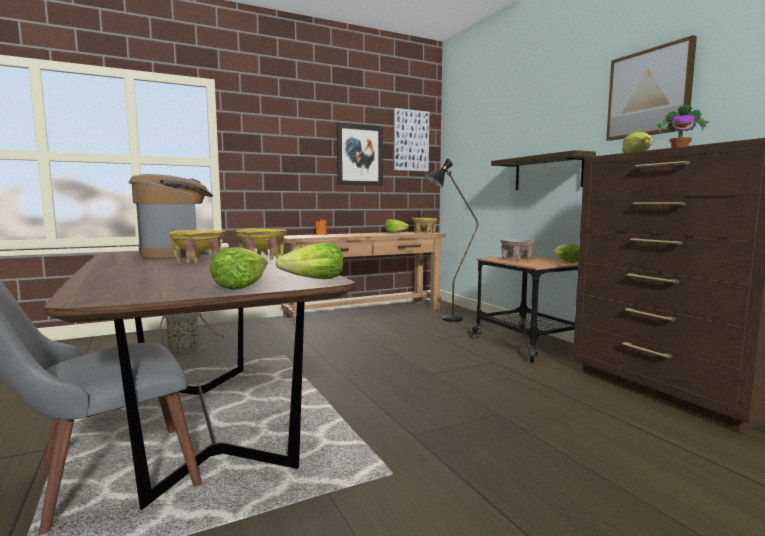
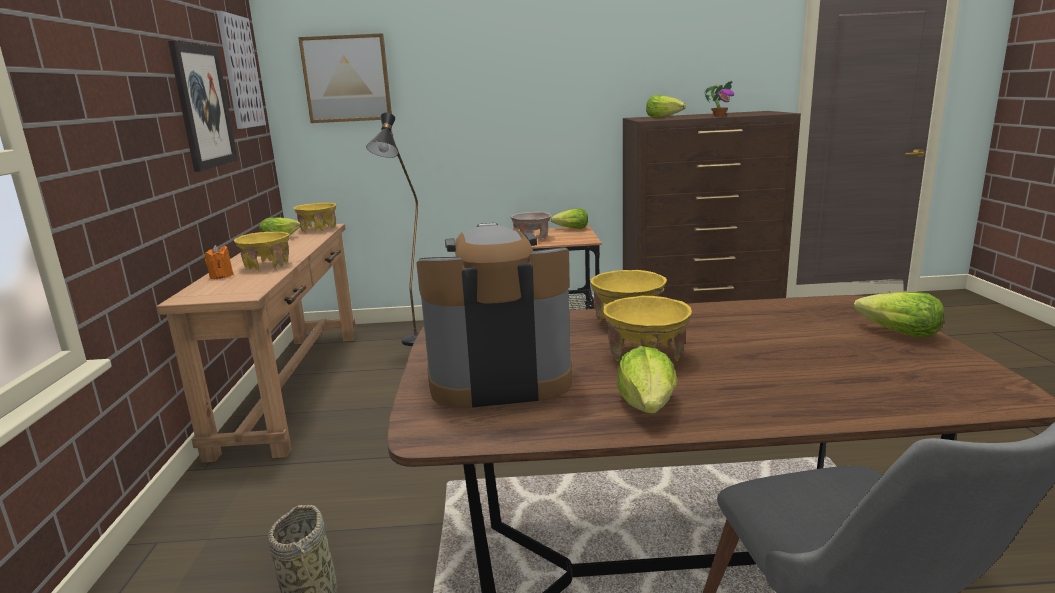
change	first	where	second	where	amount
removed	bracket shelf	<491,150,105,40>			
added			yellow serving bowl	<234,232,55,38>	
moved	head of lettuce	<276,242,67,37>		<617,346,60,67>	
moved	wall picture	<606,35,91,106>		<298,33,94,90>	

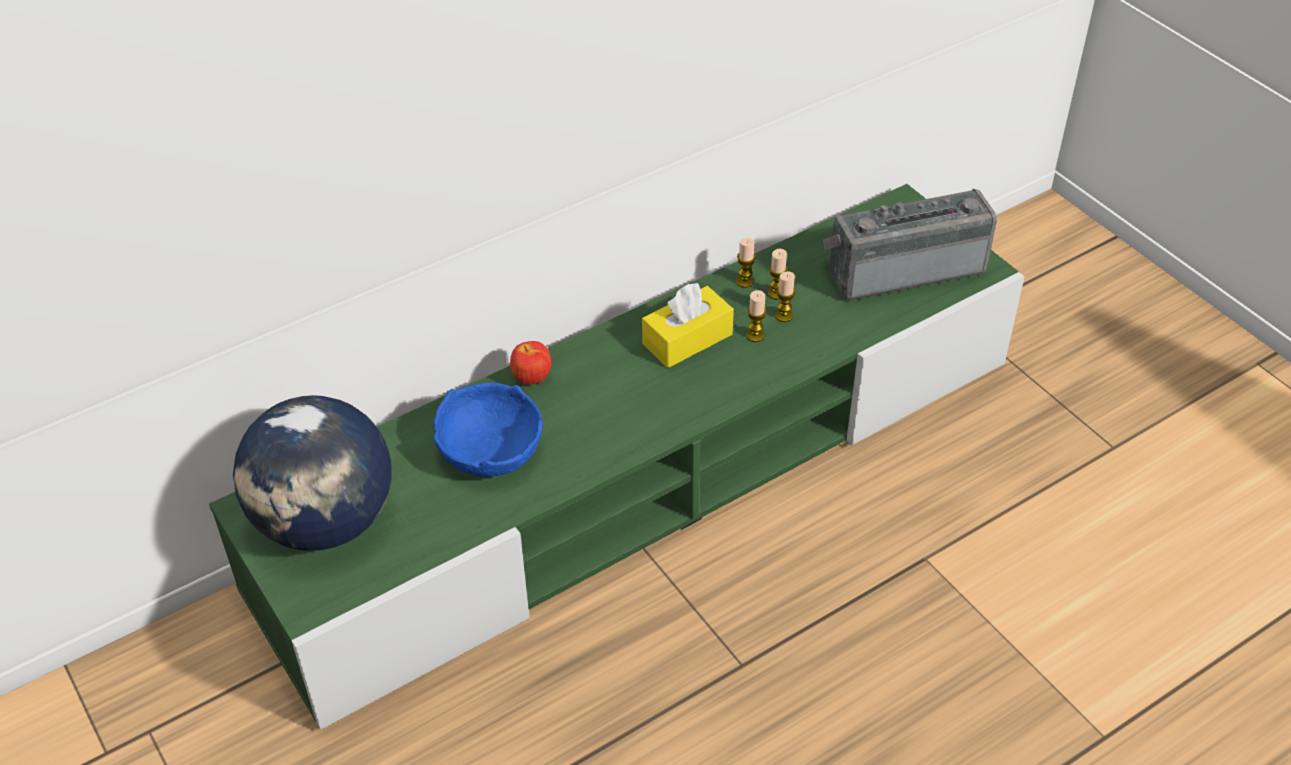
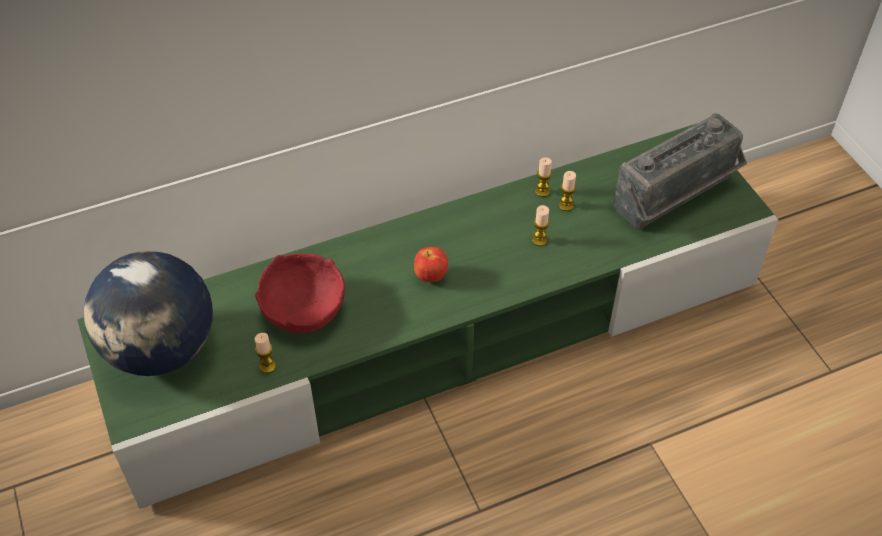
change	first	where	second	where	amount
removed	yellow box of tissues	<642,283,92,85>			
moved	apple fruit	<510,341,42,44>		<414,247,34,35>	
moved	candle	<775,271,20,51>		<255,333,21,40>	
recoloured	blue-coloured serving bowl	<433,382,110,95>	reddish serving bowl	<255,253,90,80>	
turned	radio set	<823,189,174,111>		<614,113,133,116>	150 degrees clockwise

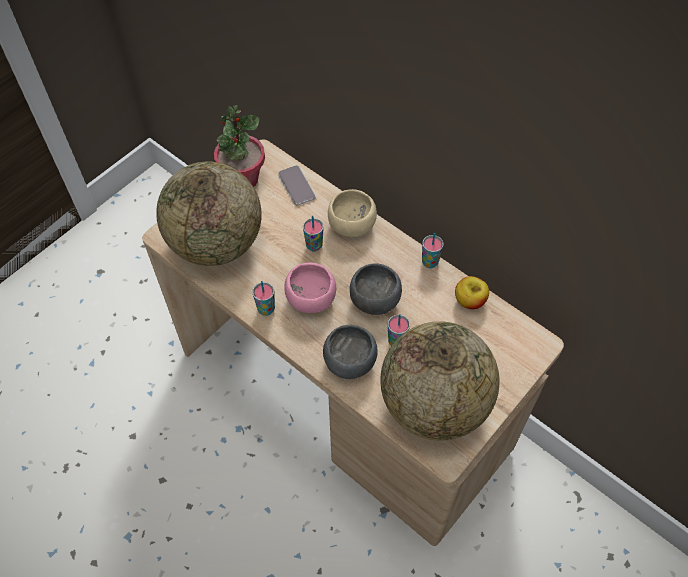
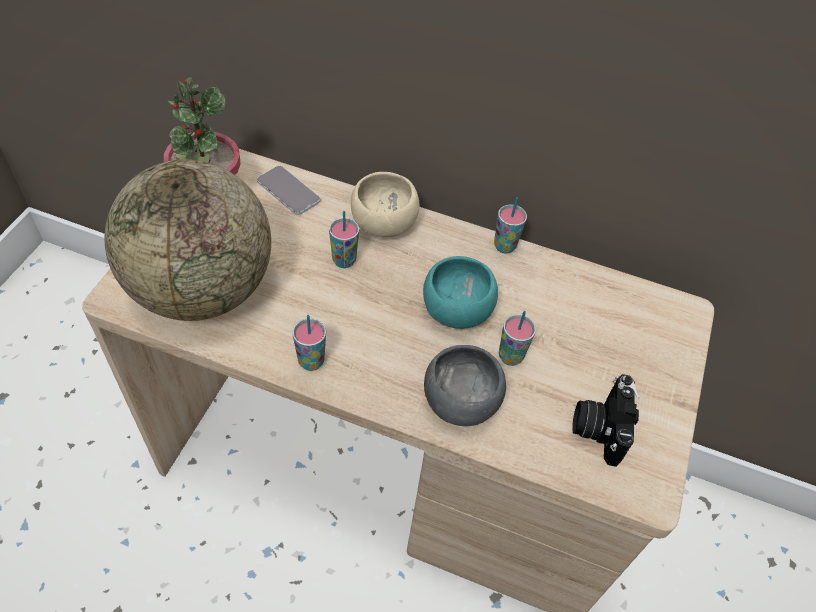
change	first	where	second	where	amount
removed	pink-coloured serving bowl	<284,263,52,50>			
removed	apple fruit	<455,276,34,33>			
replaced	globe	<380,321,119,119>	photo camera	<572,374,68,93>	
recoloured	gray serving bowl	<350,264,52,51>	turquoise-coloured serving bowl	<423,256,75,73>	

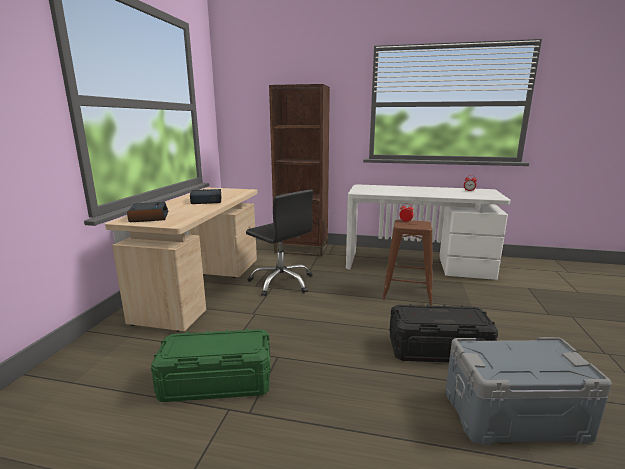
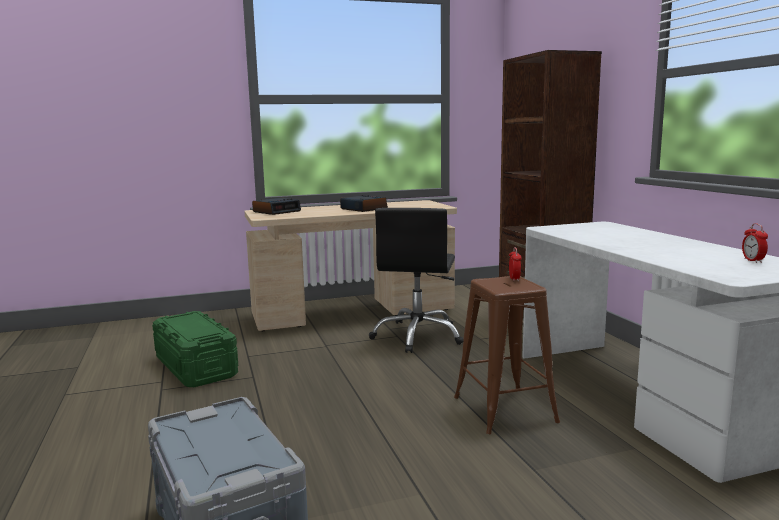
change	first	where	second	where	amount
removed	black-coloured storage container	<389,304,109,58>			

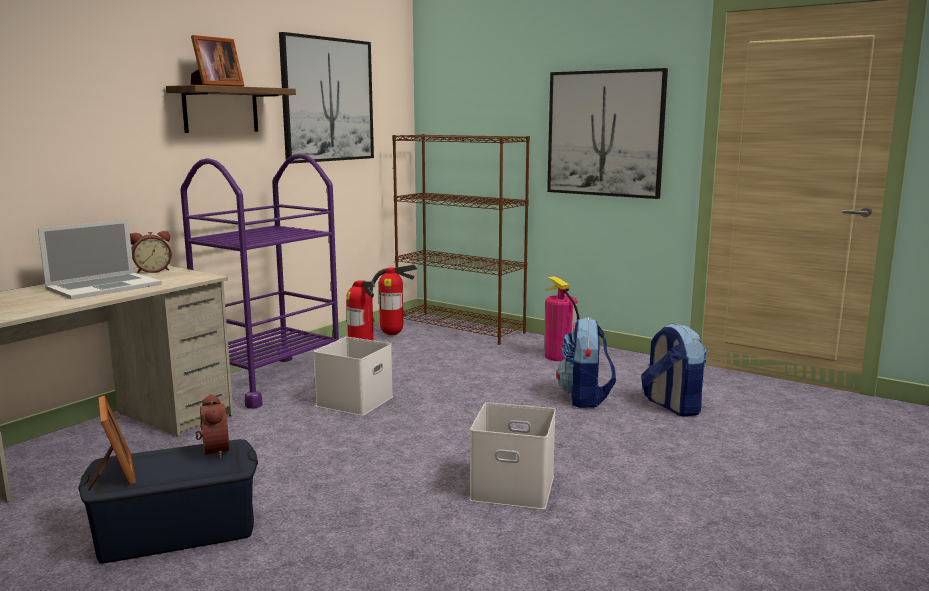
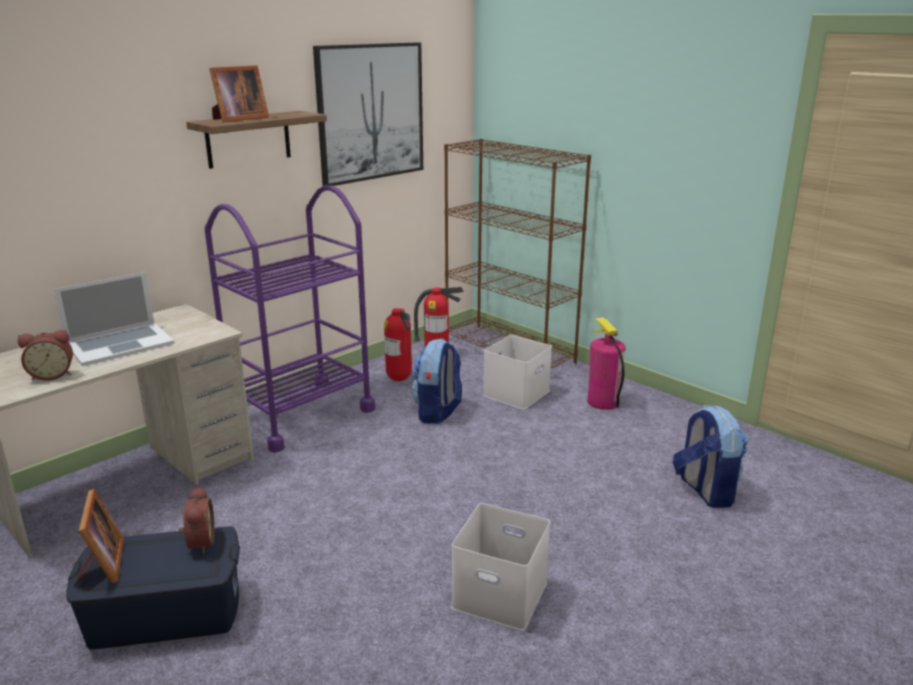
change	first	where	second	where	amount
removed	wall picture	<547,68,121,131>			
moved	alarm clock	<130,231,42,42>		<18,330,55,50>	
moved	white-coloured storage container	<314,337,79,79>		<483,335,69,75>	
moved	rucksack	<557,317,59,91>		<411,339,51,84>	

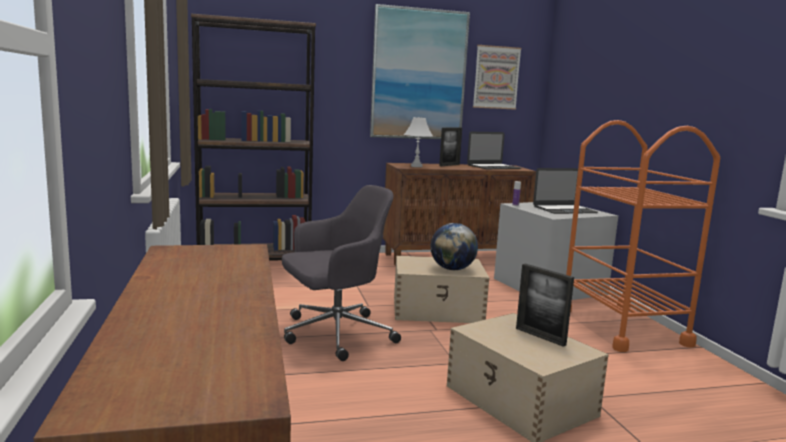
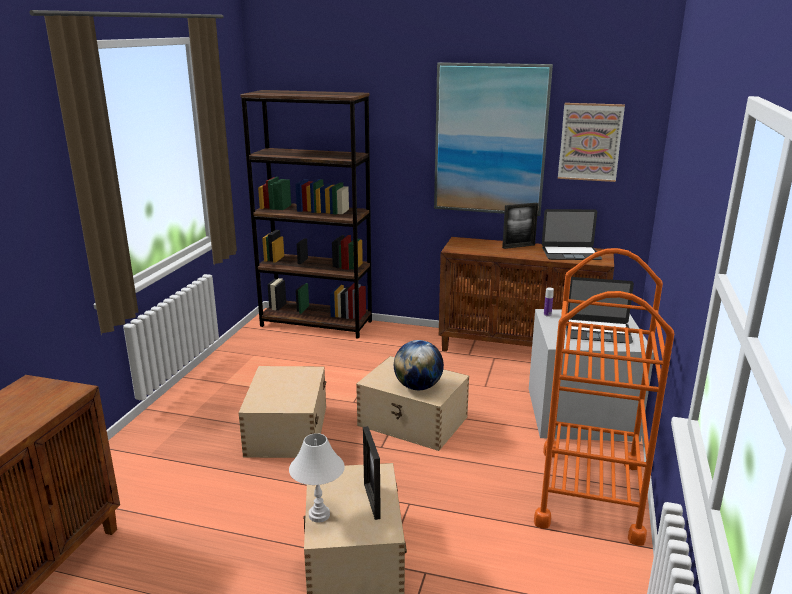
change	first	where	second	where	amount
moved	white-coloured table lamp	<404,117,29,50>		<289,433,56,90>	
replaced	gray office chair	<282,185,119,176>	beige-coloured storage container	<239,366,87,92>	

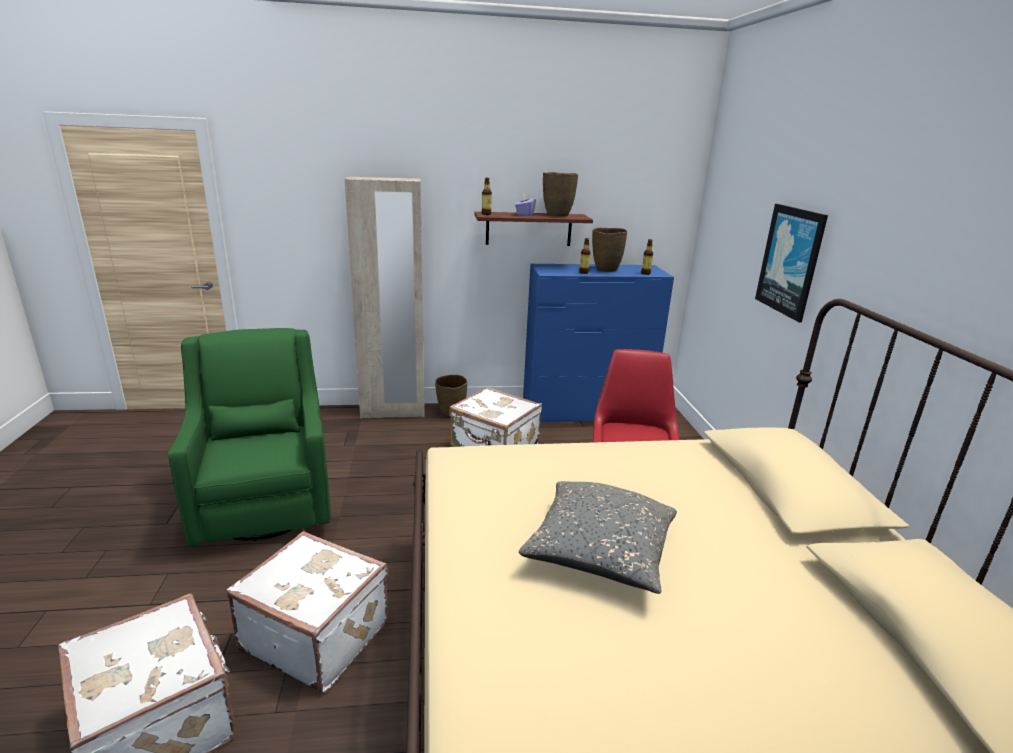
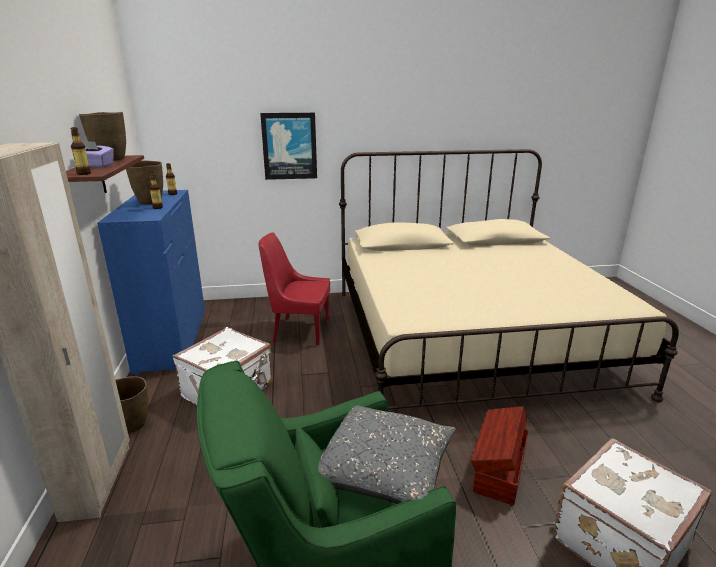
change	first	where	second	where	amount
moved	gray throw pillow	<519,481,158,113>		<318,406,138,98>	
replaced	white-coloured piece of luggage	<227,531,161,161>	brownish storage container	<471,406,58,99>	

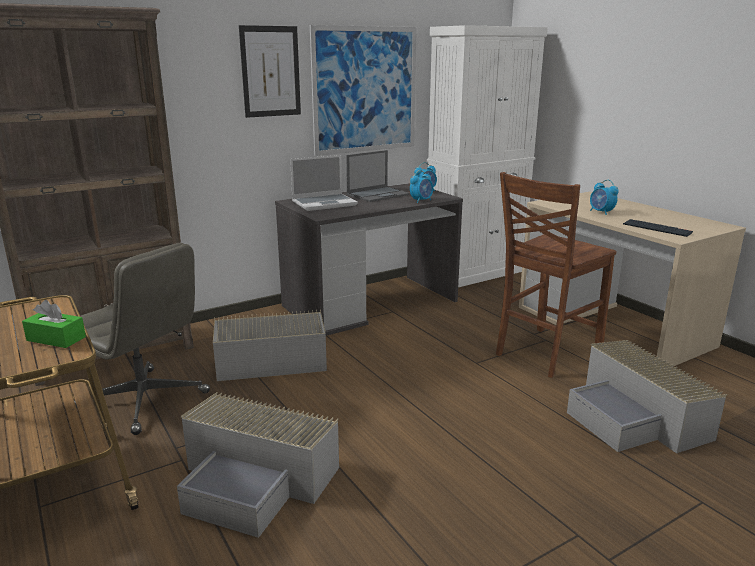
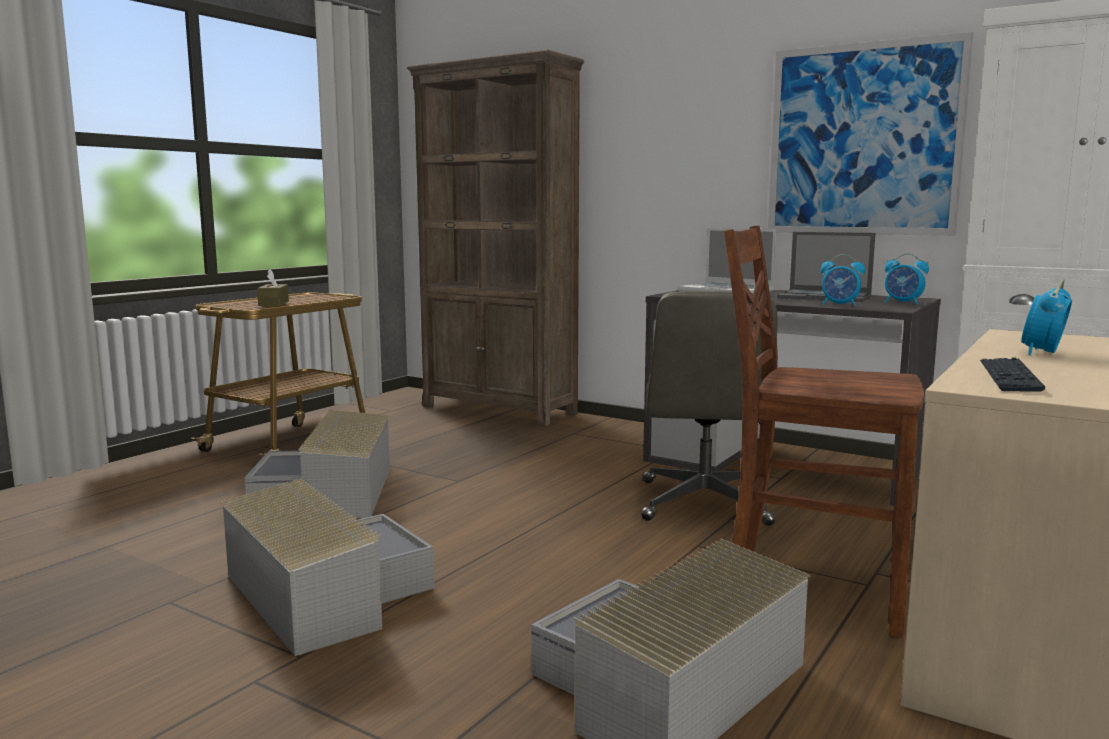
change	first	where	second	where	amount
removed	wall picture	<239,25,62,93>			
moved	gray office chair	<74,243,136,192>		<641,291,137,235>	
moved	gray storage container	<213,310,114,71>		<221,478,213,178>	
recoloured	green box of tissues	<22,300,64,48>	brownish box of tissues	<257,269,32,37>	

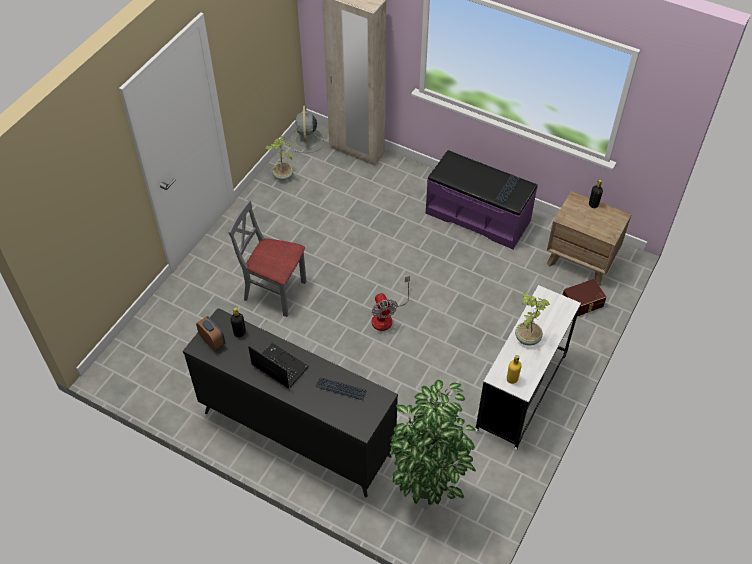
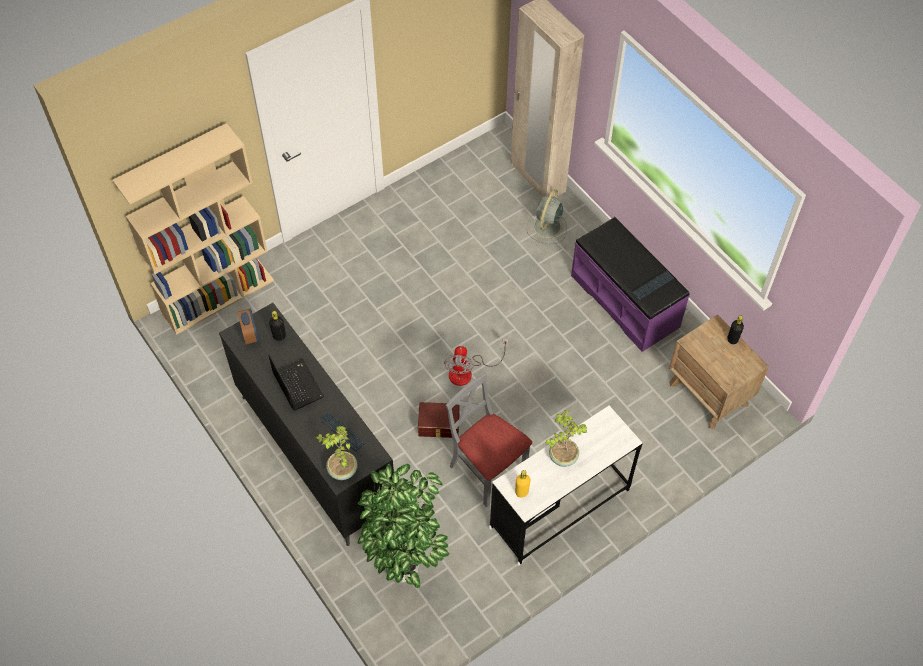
change	first	where	second	where	amount
added			beige-coloured shelving unit	<113,123,161,212>	
moved	gray chair	<228,200,78,117>		<446,373,86,134>	
moved	houseplant	<265,135,28,46>		<316,426,42,54>	
moved	gray electric fan	<290,106,34,47>		<526,189,41,55>	
moved	brownish storage container	<563,279,43,37>		<418,402,42,36>	

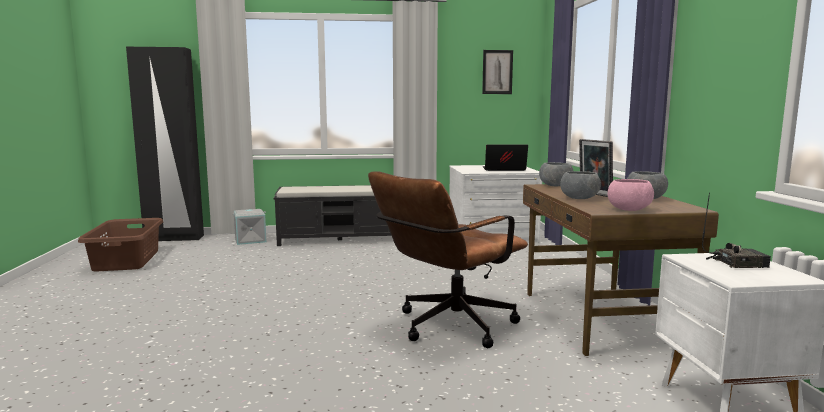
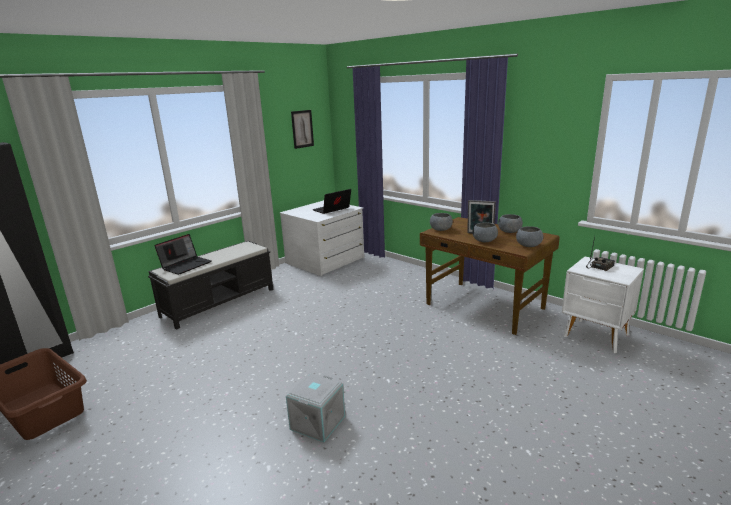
change	first	where	second	where	amount
removed	brownish office chair	<368,171,160,177>			
added			laptop	<154,234,57,41>	
moved	gray storage container	<232,209,35,36>		<286,373,59,70>	
recoloured	pink-coloured serving bowl	<607,179,47,32>	gray serving bowl	<516,226,27,21>	

